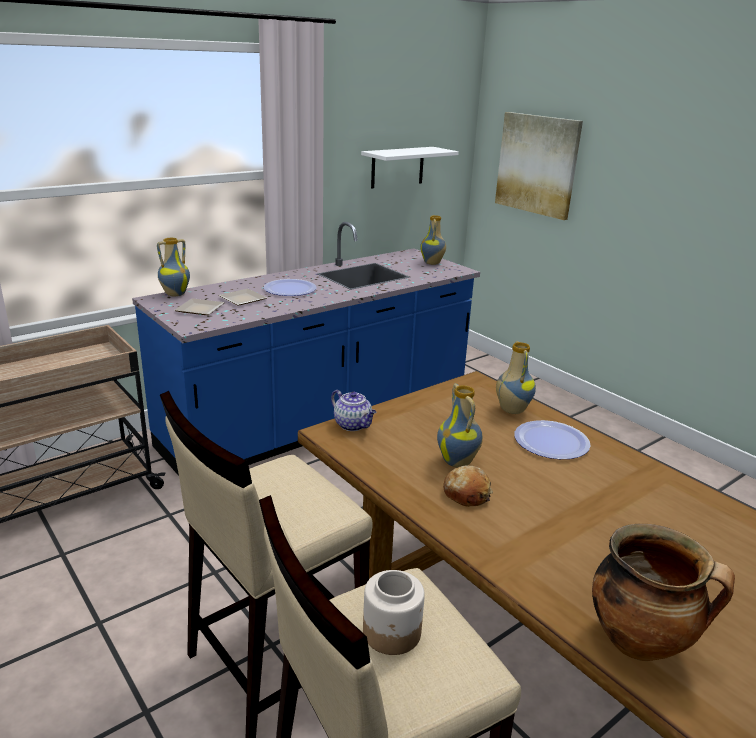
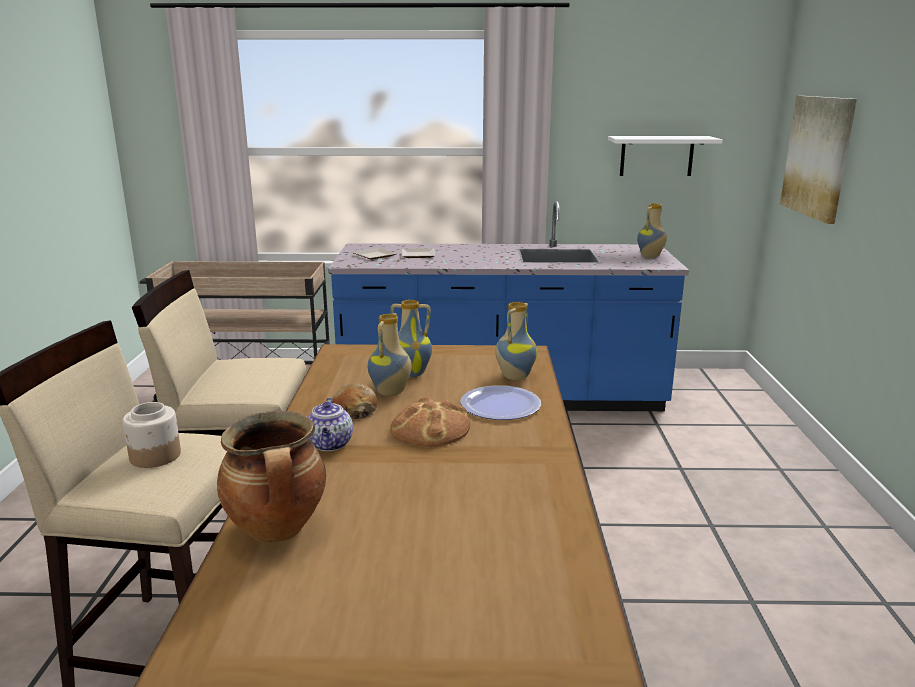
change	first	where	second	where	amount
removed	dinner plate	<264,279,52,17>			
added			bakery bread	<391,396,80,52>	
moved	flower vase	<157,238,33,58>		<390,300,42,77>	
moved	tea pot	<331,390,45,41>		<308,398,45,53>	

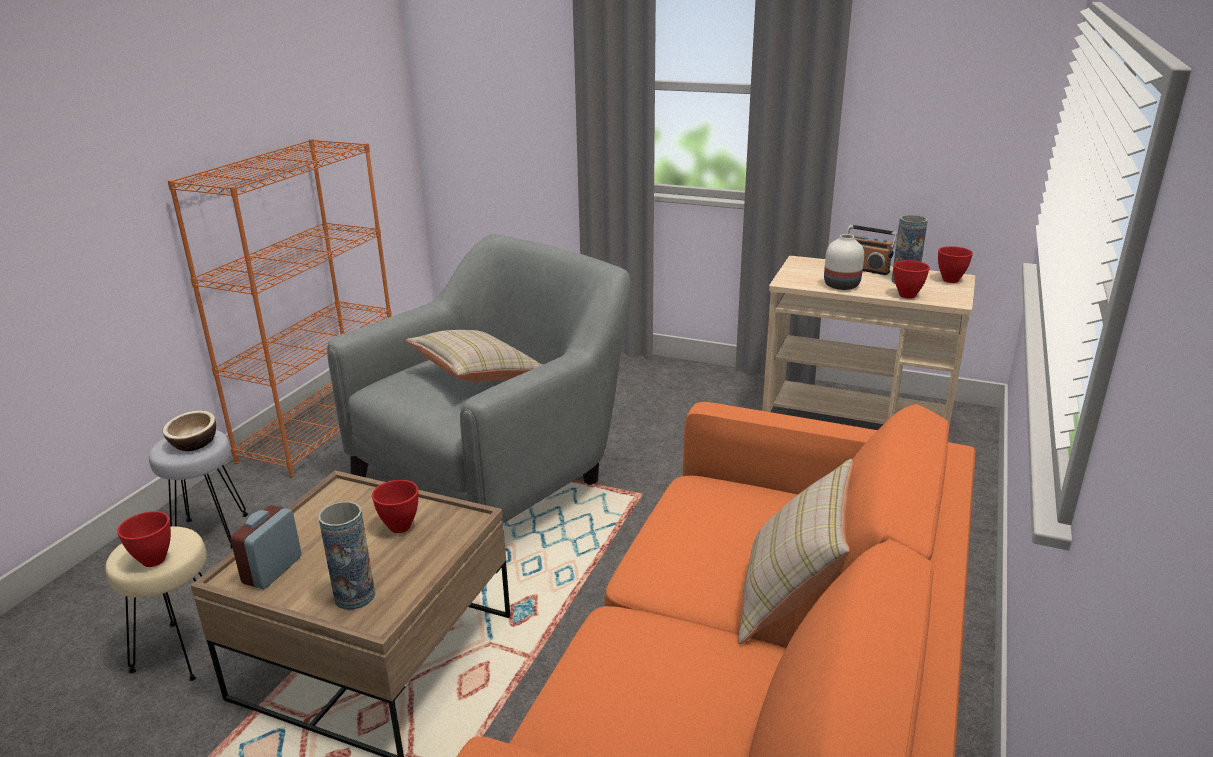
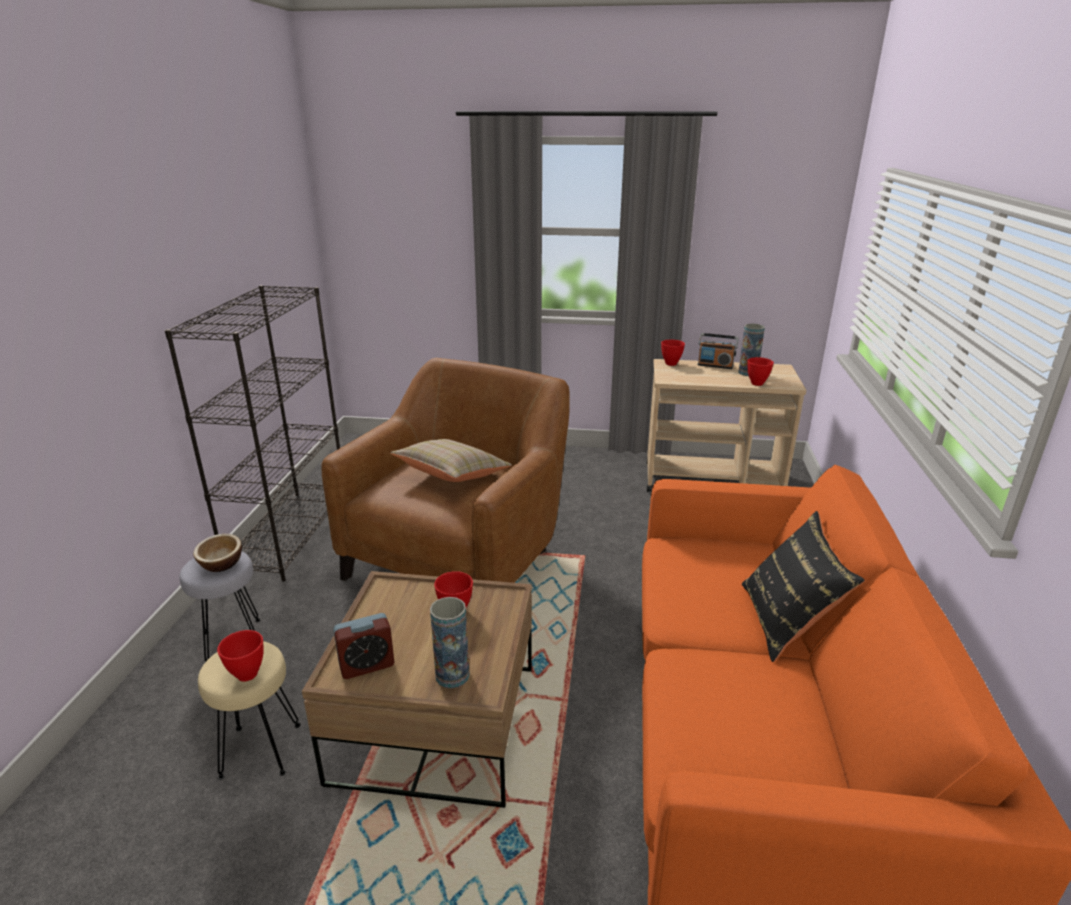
change	first	where	second	where	amount
removed	white-coloured flower vase	<824,234,40,56>			
moved	reddish serving bowl	<938,246,35,37>		<661,340,24,26>	
recoloured	orange shelving unit	<168,139,224,338>	black-coloured shelving unit	<165,285,175,296>	
recoloured	gray easy chair	<327,234,304,289>	brownish easy chair	<322,358,248,225>	
recoloured	beige-coloured throw pillow	<738,459,115,185>	black-coloured throw pillow	<742,511,123,151>	
turned	alarm clock	<231,505,70,84>		<333,613,61,66>	120 degrees counterclockwise

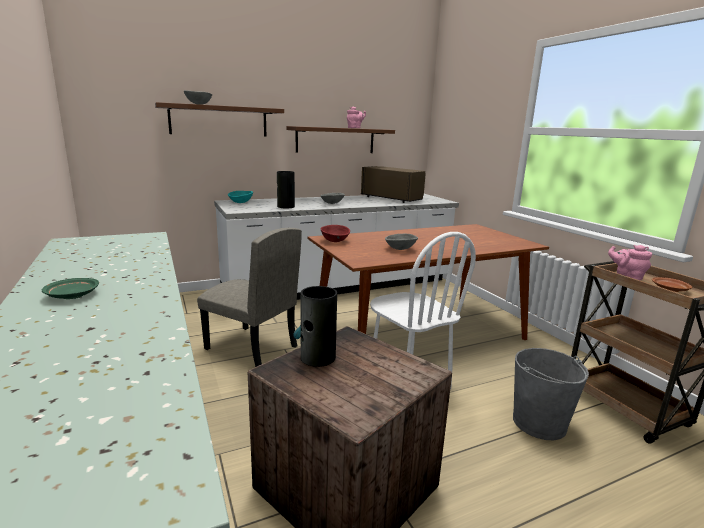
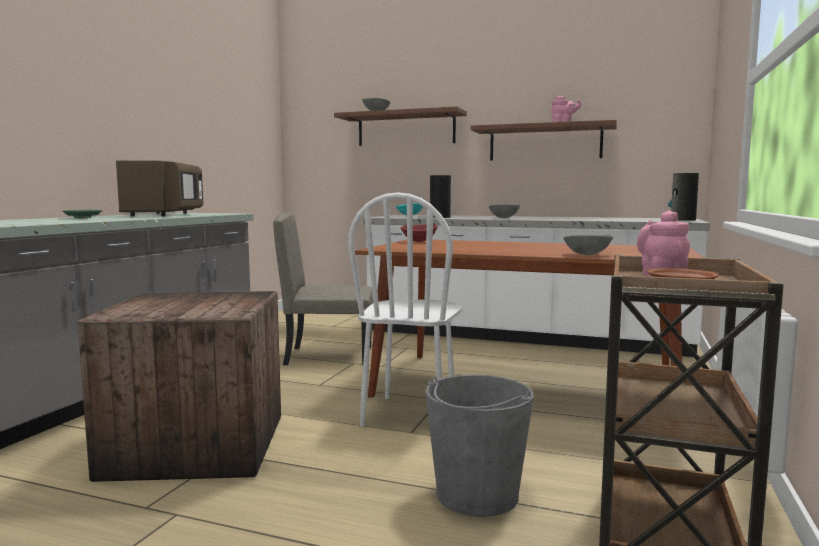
change	first	where	second	where	amount
moved	flower vase	<293,286,44,81>		<668,173,31,48>	
moved	brownish microwave	<361,166,65,37>		<116,160,87,56>	
moved	gray serving bowl	<385,234,33,16>		<563,235,50,20>	
turned	beige-coloured chair	<197,228,105,139>		<273,213,101,152>	105 degrees clockwise

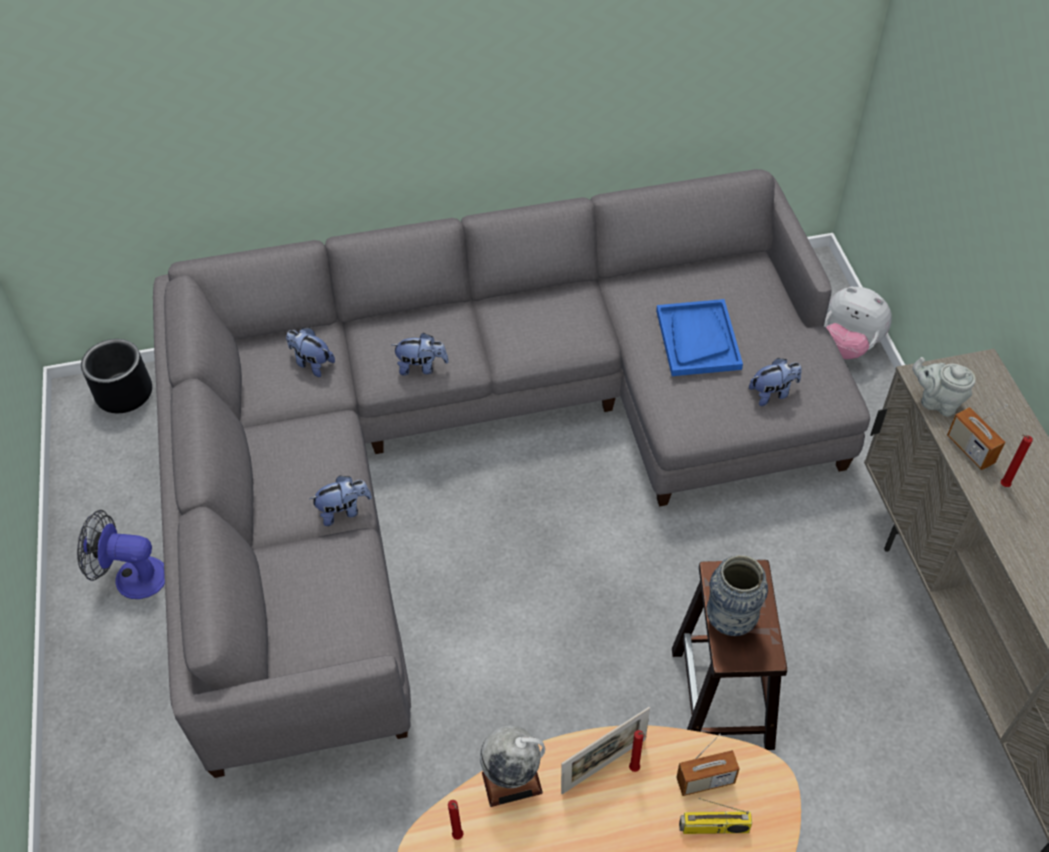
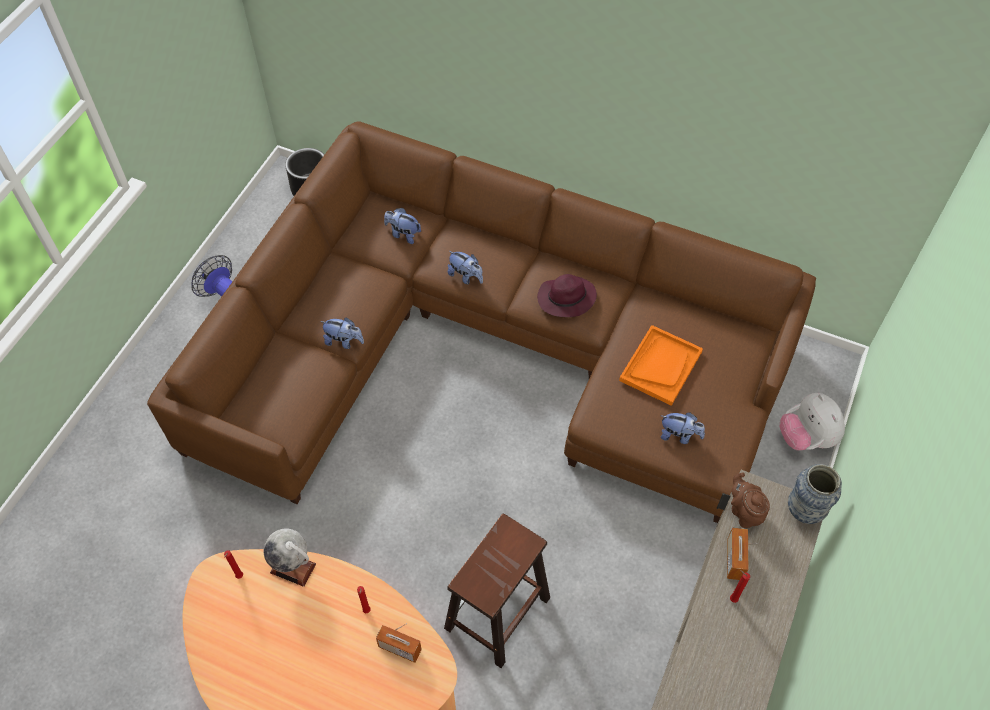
change	first	where	second	where	amount
removed	picture frame	<561,707,89,87>			
removed	radio set	<679,798,73,36>			
added			purple-coloured wearable hat	<537,274,60,43>	
moved	flower vase	<707,555,61,81>		<788,464,54,60>	
recoloured	gray sofa	<153,169,717,609>	brownish sofa	<147,122,669,401>	
recoloured	blue-coloured serving tray	<656,299,87,77>	orange serving tray	<619,325,84,81>	
recoloured	gray tea pot	<912,357,63,60>	brownish tea pot	<731,472,39,56>	
turned	cuddly toy	<286,327,49,50>		<384,208,37,36>	45 degrees counterclockwise

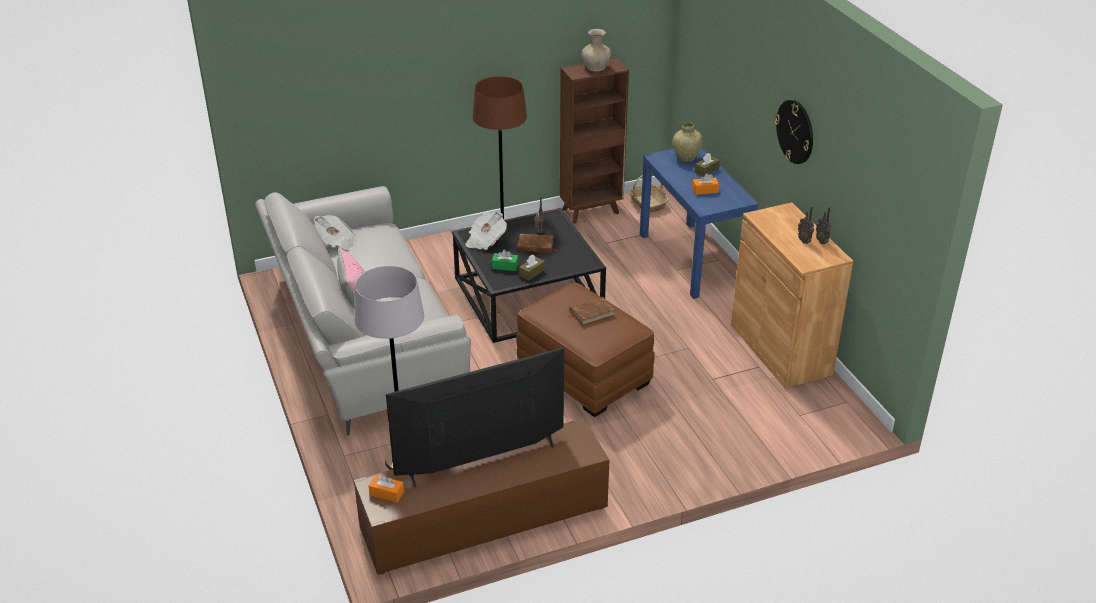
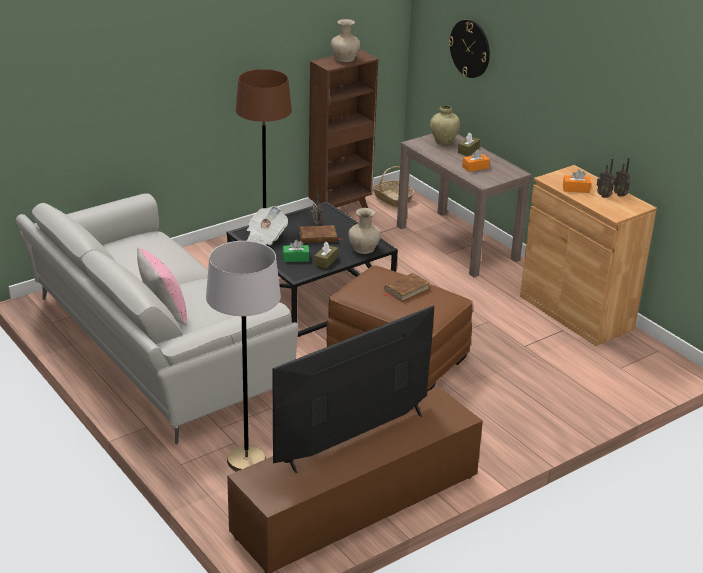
change	first	where	second	where	amount
removed	printed paper	<314,215,42,35>			
added			beige-coloured flower vase	<349,208,31,46>	
moved	orange box of tissues	<369,475,35,27>		<563,169,28,24>	
moved	hanging clock	<775,100,38,64>		<448,20,42,58>	
recoloured	blue-coloured console table	<640,147,119,152>	brownish console table	<397,134,134,144>	

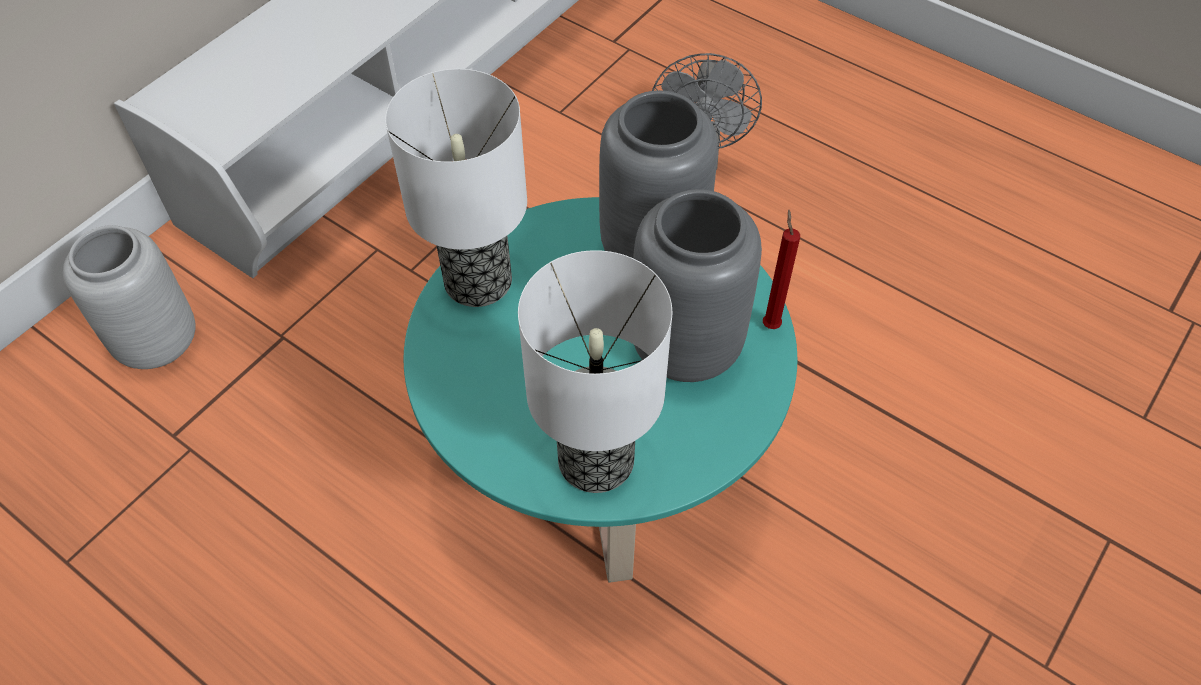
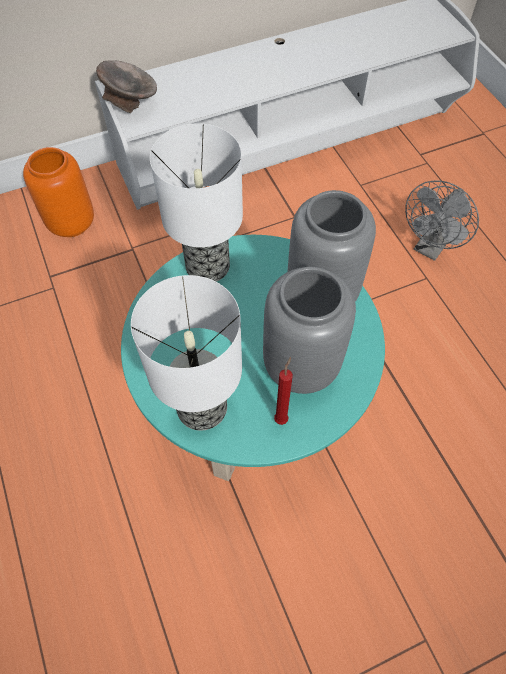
change	first	where	second	where	amount
added			gray serving bowl	<96,60,61,53>	
moved	reddish candle	<763,210,37,119>		<274,357,19,68>	
recoloured	gray flower vase	<63,225,132,144>	orange flower vase	<23,147,71,90>	

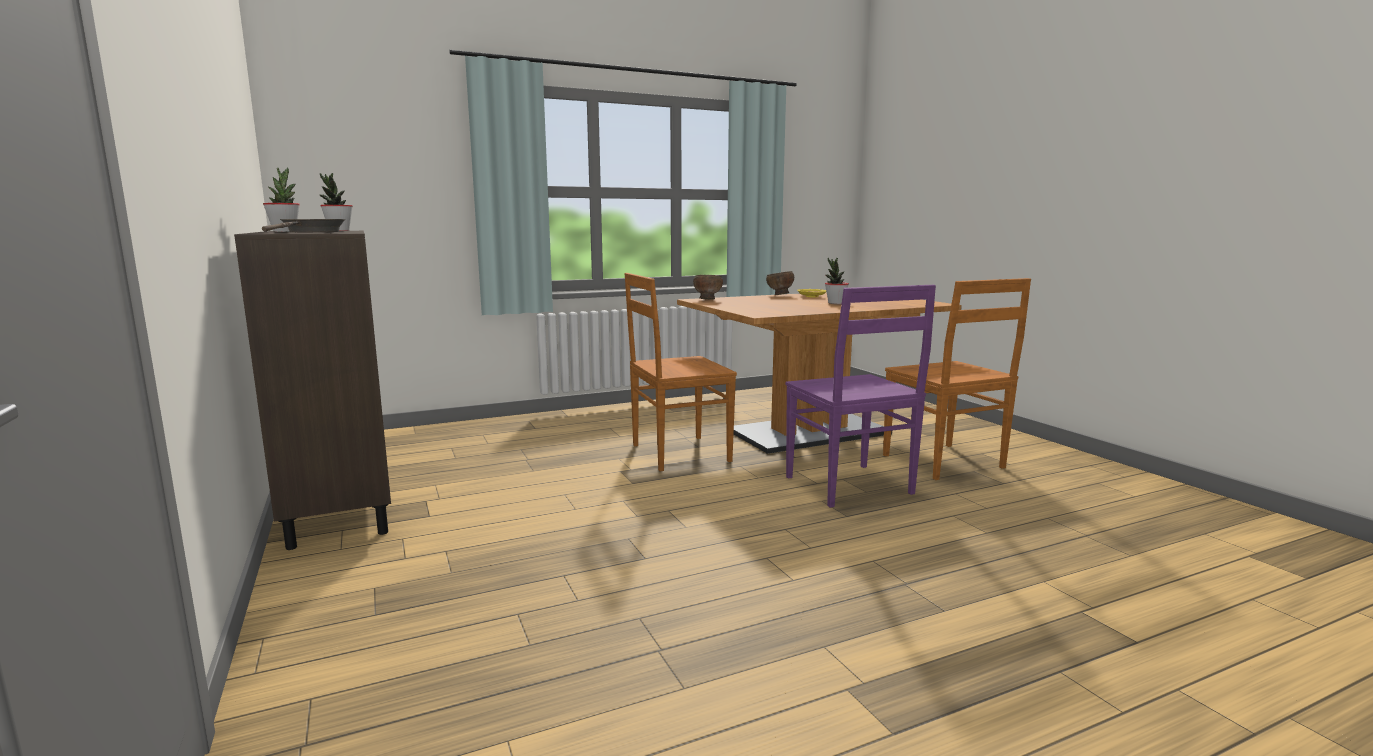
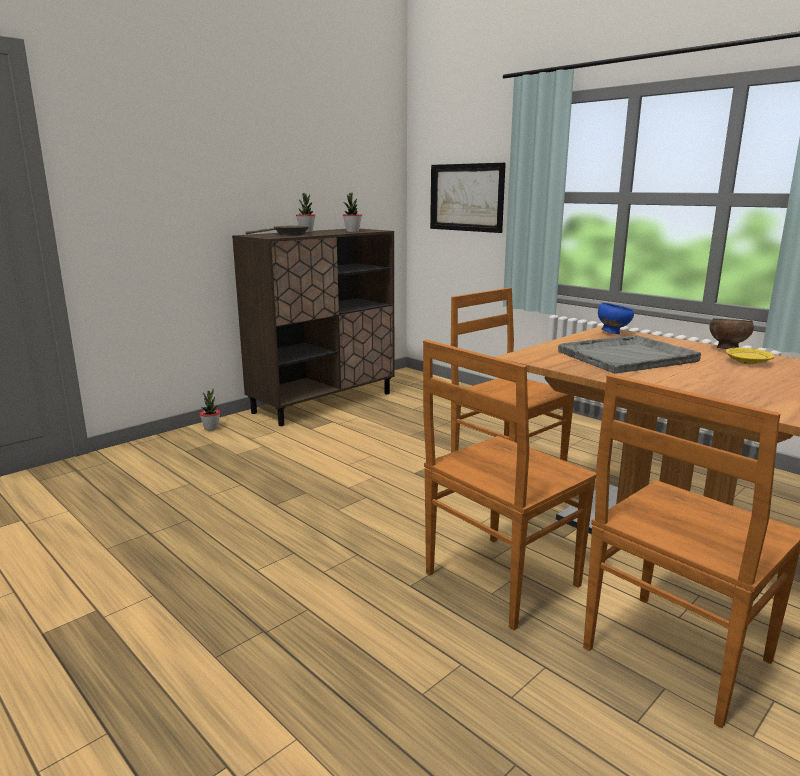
change	first	where	second	where	amount
added			wall picture	<430,163,76,70>	
added			gray serving tray	<558,335,143,39>	
moved	houseplant	<825,258,24,46>		<199,389,21,42>	
recoloured	brownish serving bowl	<693,275,30,25>	blue-coloured serving bowl	<598,303,36,31>	
recoloured	purple-coloured chair	<786,285,150,223>	brownish chair	<423,340,173,290>	

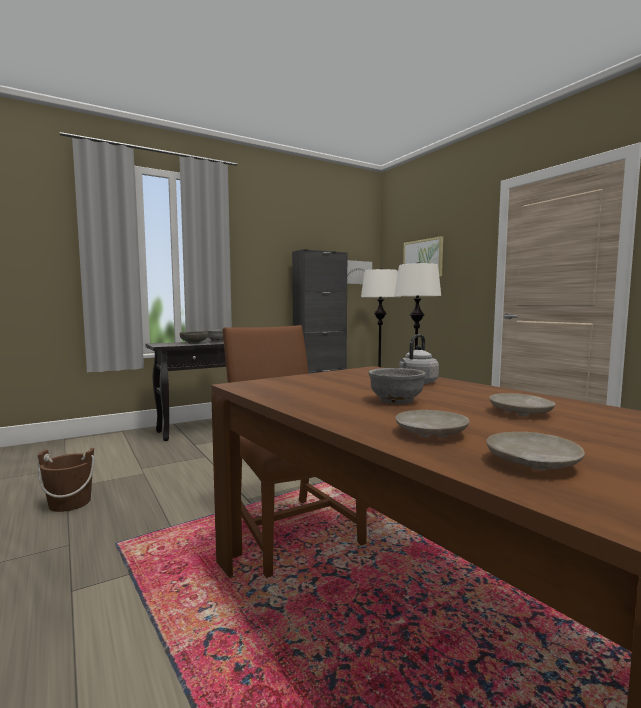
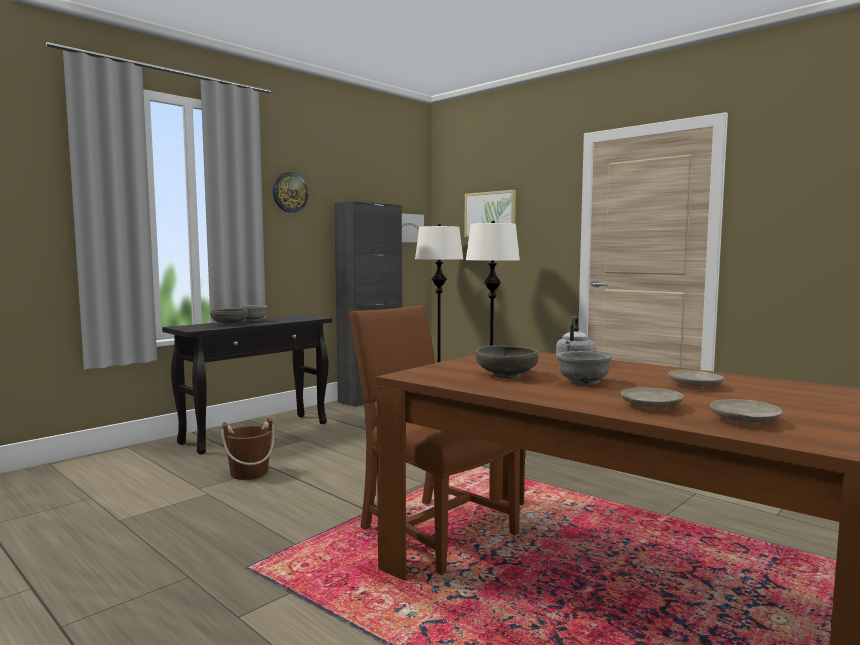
change	first	where	second	where	amount
added			hanging clock	<273,172,35,41>	
added			gray serving bowl	<476,345,62,33>	
moved	brownish bucket	<38,448,57,64>		<221,417,53,63>	

